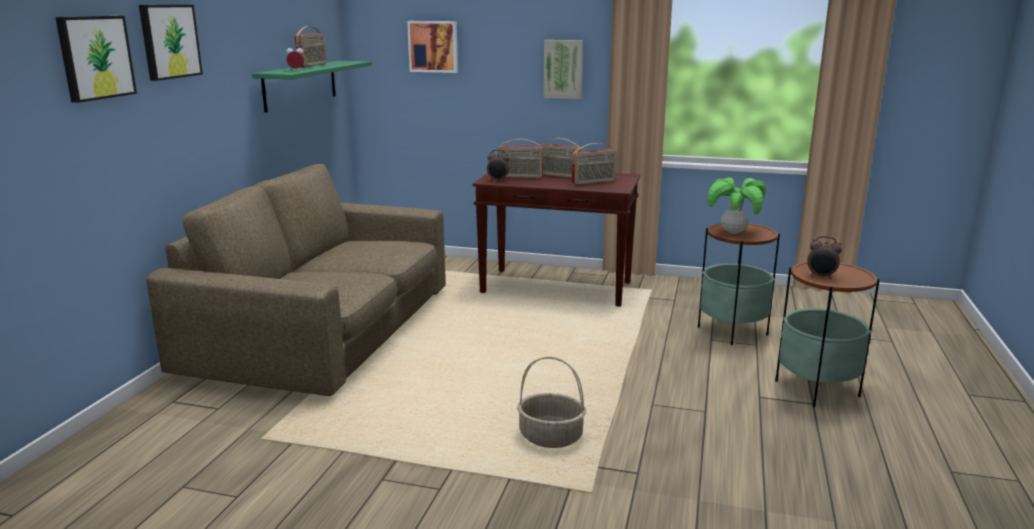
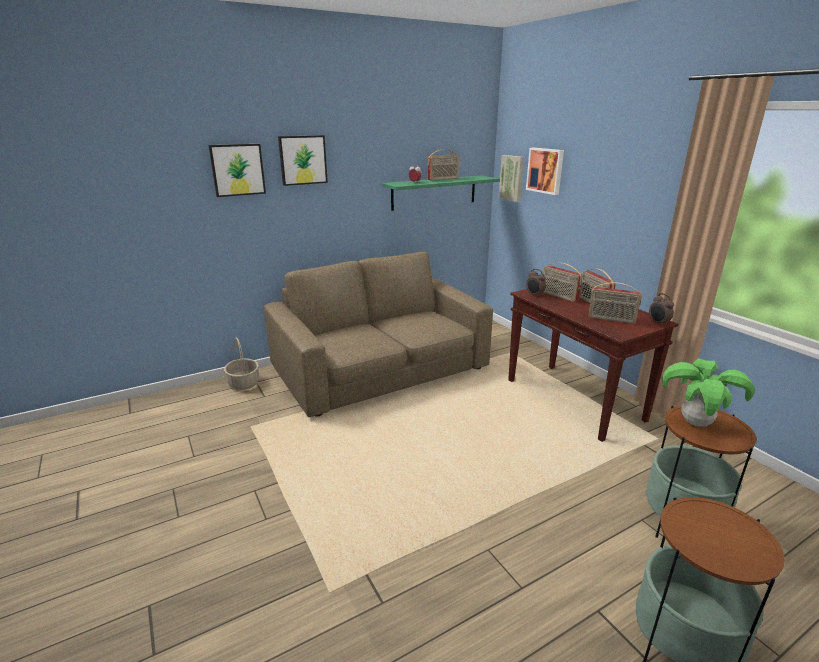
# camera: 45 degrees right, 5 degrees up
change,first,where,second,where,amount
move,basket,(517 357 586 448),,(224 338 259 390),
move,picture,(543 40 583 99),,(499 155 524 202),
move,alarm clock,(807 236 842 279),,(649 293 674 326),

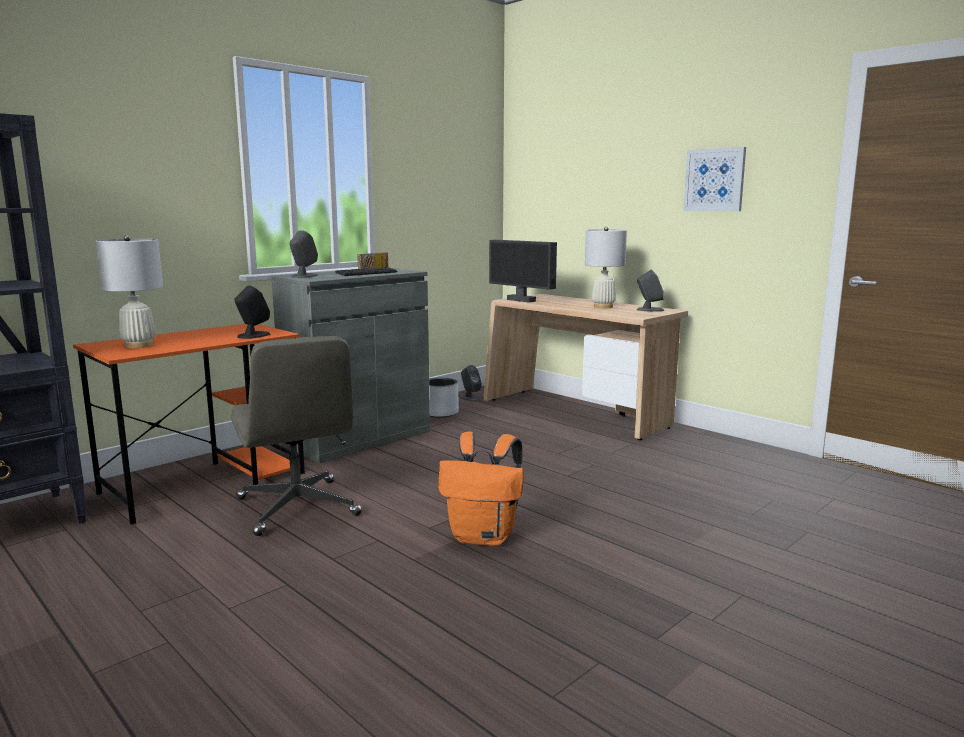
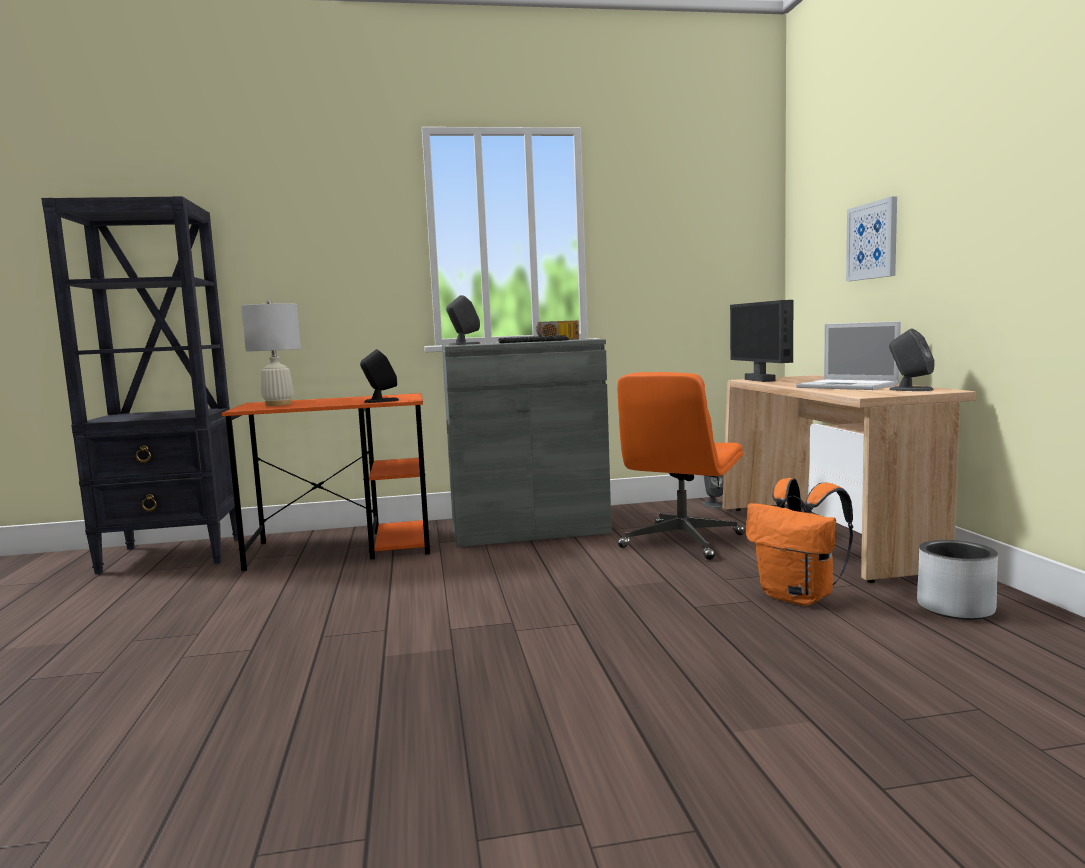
# camera: 35 degrees right, 5 degrees down
change,first,where,second,where,amount
insert,,,office chair (orange),(617 372 745 560),
move,backpack (orange),(439 432 524 546),,(746 478 853 606),
replace,table lamp (white),(585 227 627 308),laptop,(796 321 901 390),
move,picture,(683 147 746 211),,(846 196 897 281),
move,planter (grey),(429 378 459 418),,(917 540 998 620),
delete,office chair (grey),(231 336 362 536),,,

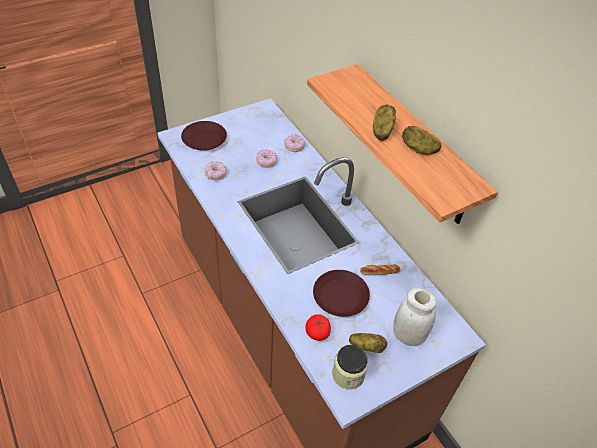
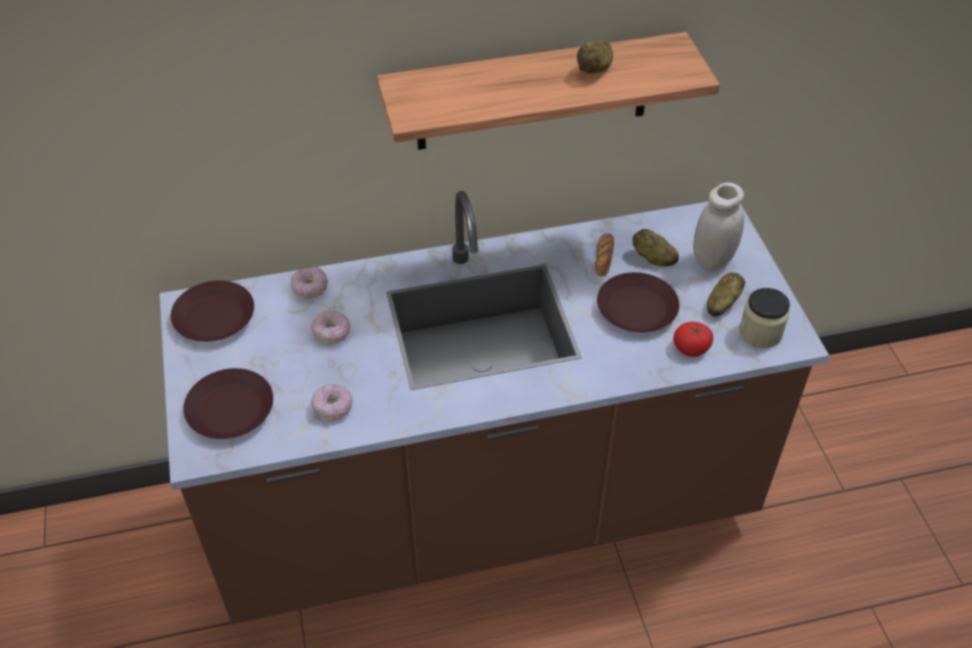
# camera: 70 degrees left, 0 degrees up
change,first,where,second,where,amount
insert,,,plate (brown),(171 281 254 342),
move,potato,(373 105 396 141),,(633 229 679 267),

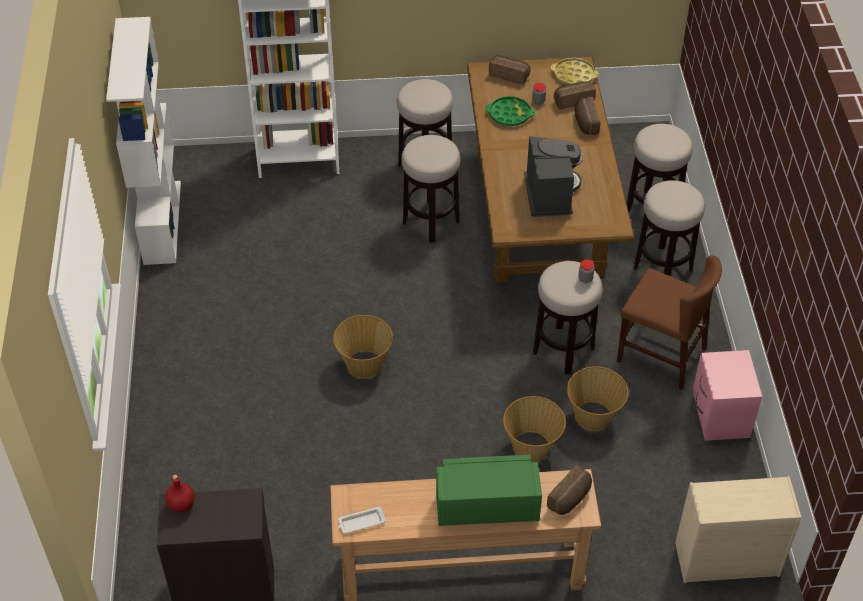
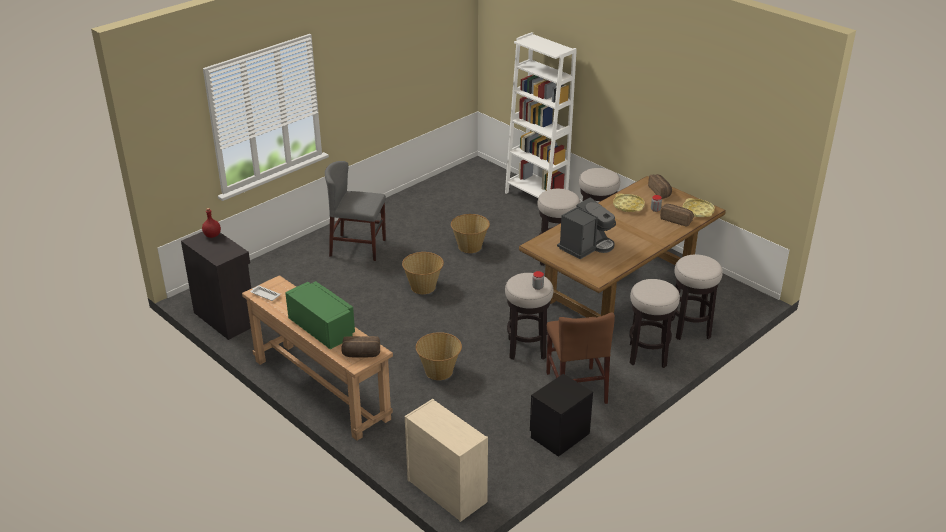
# camera: 50 degrees right, 15 degrees down
change,first,where,second,where,amount
insert,,,chair (grey),(325 161 386 261),
move,basket,(567 366 629 431),,(451 214 490 253),
recolor,nightstand (pink),(693 350 762 441),nightstand (black),(530 374 593 457),
recolor,tray (green),(485 96 535 126),tray (yellow),(613 193 645 212),
delete,bookcase (white),(106 17 181 265),,,
delete,bread,(575 97 601 135),,,

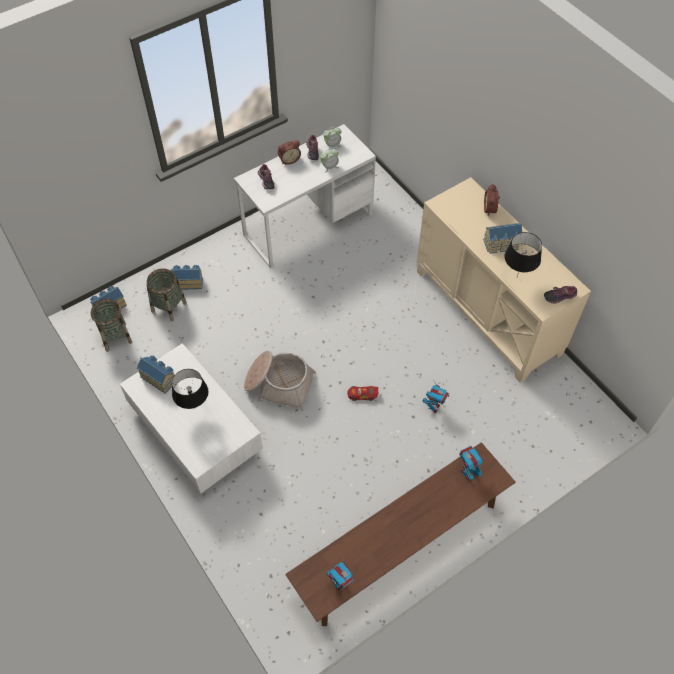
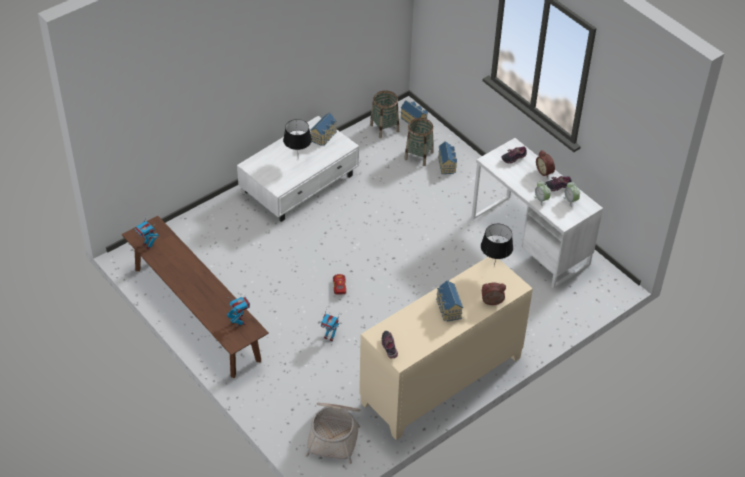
# camera: 85 degrees right, 10 degrees down
change,first,where,second,where,amount
move,basket,(244 351 316 411),,(305 403 361 464),
move,table lamp (black),(505 232 542 277),,(481 224 513 267),

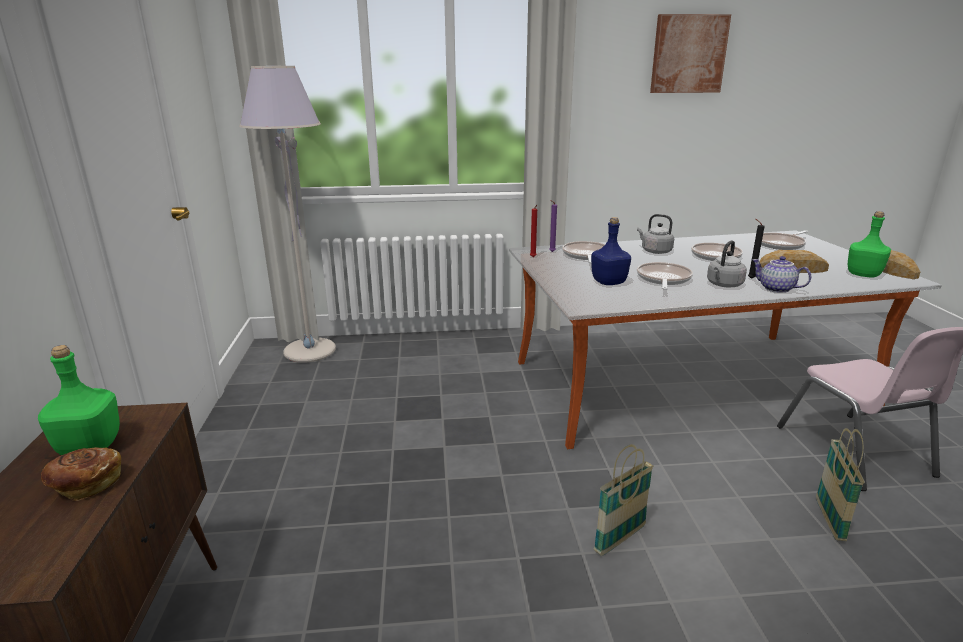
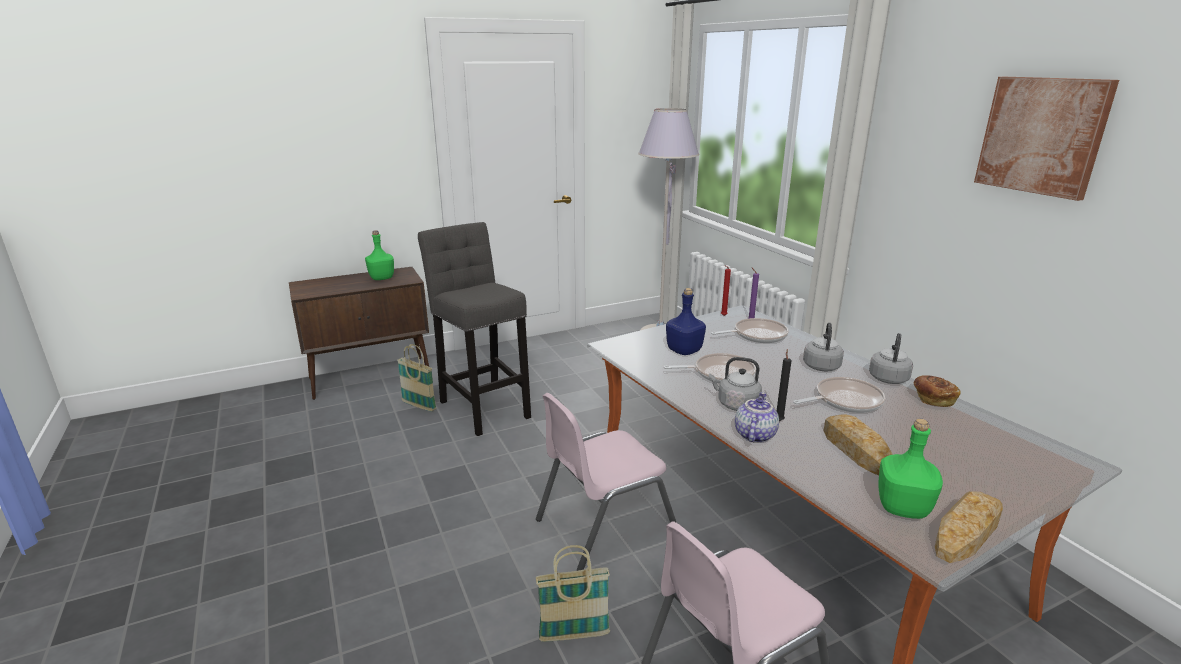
# camera: 70 degrees right, 0 degrees up
change,first,where,second,where,amount
move,basket,(594 444 654 556),,(397 344 436 412),
insert,,,stool (grey),(418 222 531 436),
insert,,,chair (pink),(536 393 677 571),
insert,,,kettle (grey),(869 333 913 384),
move,bread,(41 447 121 501),,(914 375 961 407),
delete,frying pan,(761 230 809 250),,,

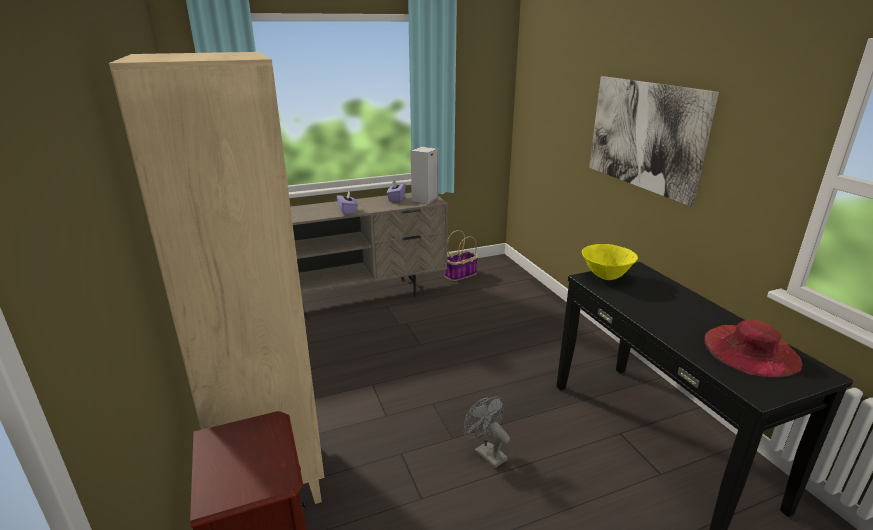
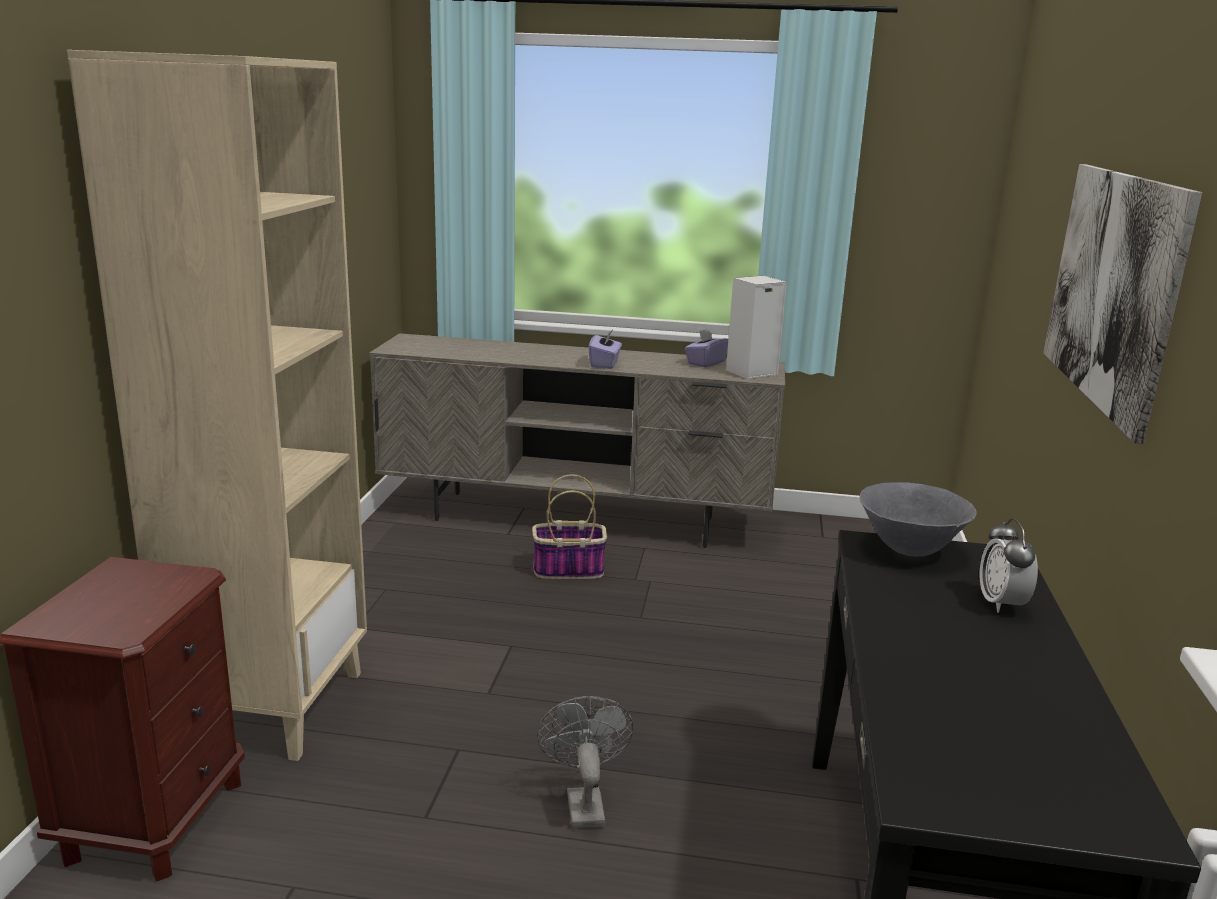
# camera: 30 degrees right, 5 degrees down
change,first,where,second,where,amount
move,basket,(444 230 478 281),,(532 474 607 579),
recolor,bowl (yellow),(582 244 638 280),bowl (grey),(859 482 977 557),
insert,,,alarm clock,(980 518 1038 613),
delete,hat (red),(704 320 803 377),,,

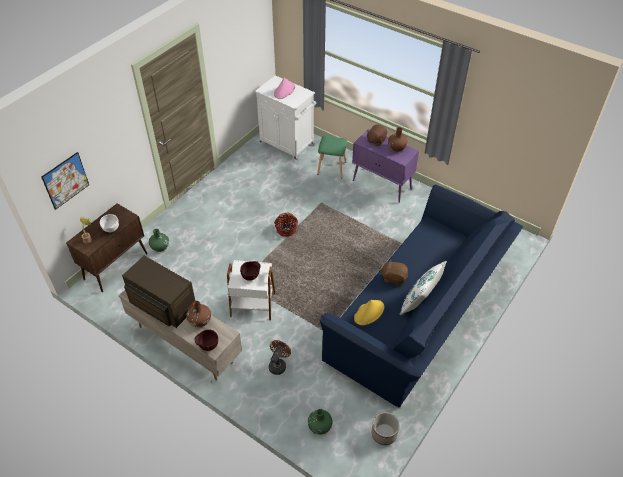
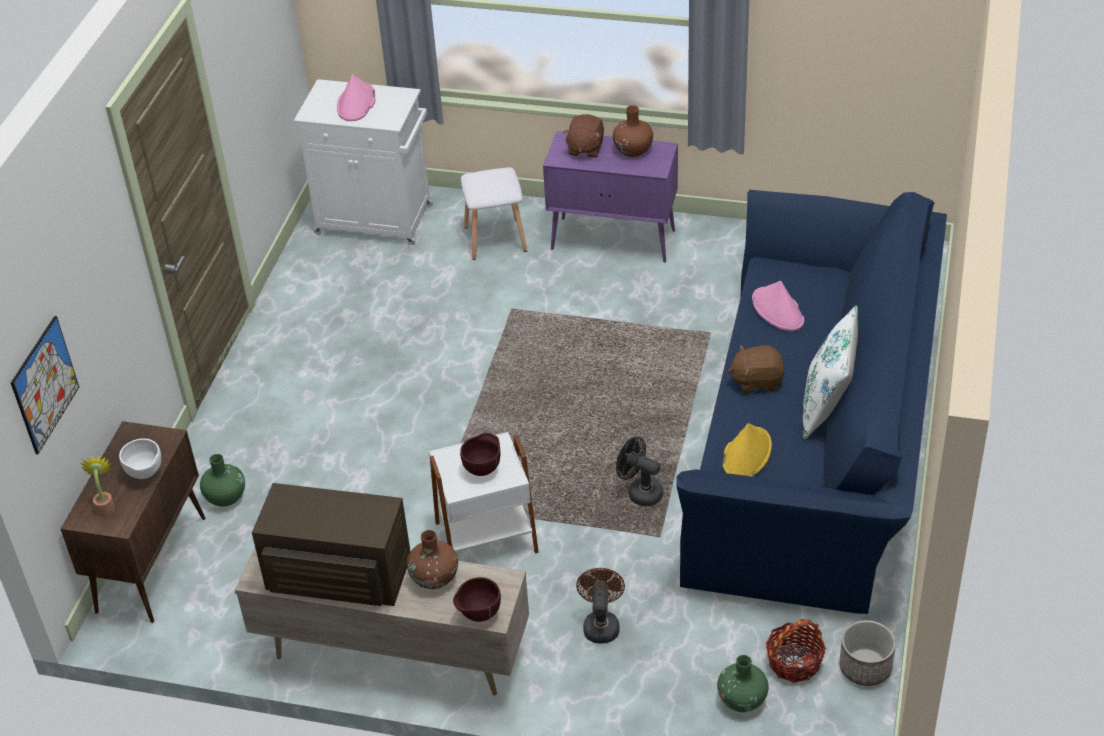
# camera: 20 degrees left, 5 degrees down
change,first,where,second,where,amount
recolor,stool (green),(317 136 347 178),stool (white),(461 167 527 260),
insert,,,fan (black),(616 437 663 506),
insert,,,hat (pink),(752 281 804 331),
move,basket,(274 213 298 237),,(766 619 826 683),

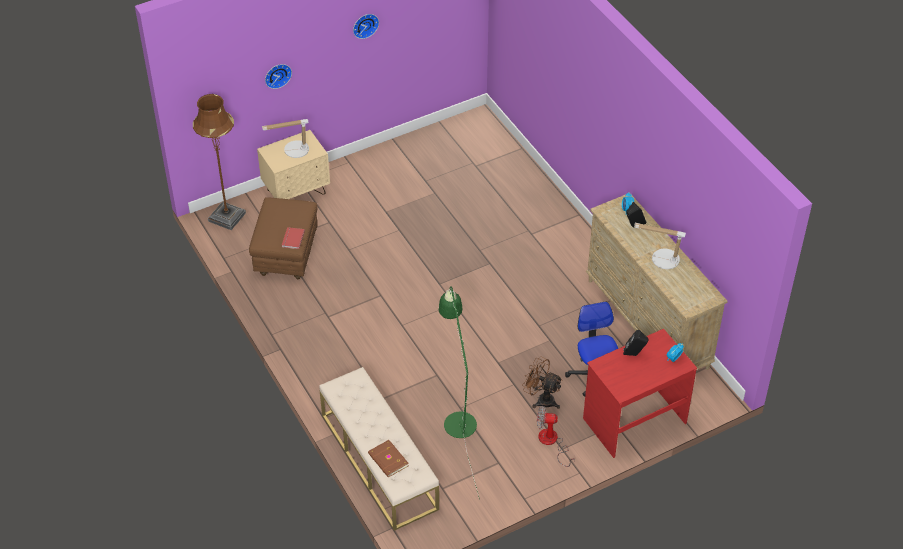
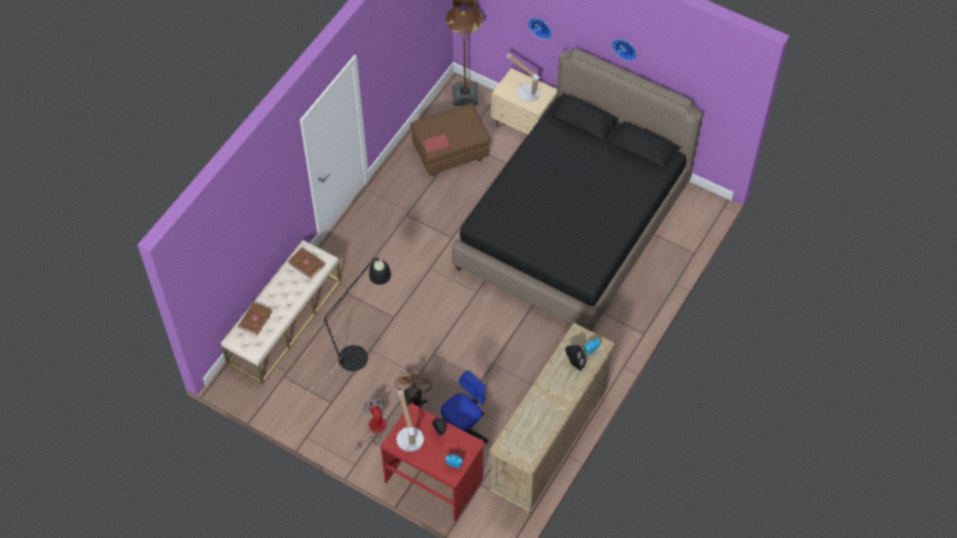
# camera: 60 degrees right, 10 degrees up
change,first,where,second,where,amount
insert,,,book (brown),(289 248 325 278),
recolor,floor lamp (green),(439 286 480 499),floor lamp (black),(289 258 391 406),
move,table lamp,(634 223 686 269),,(397 390 424 452),
insert,,,bed (black),(452 48 703 331),

